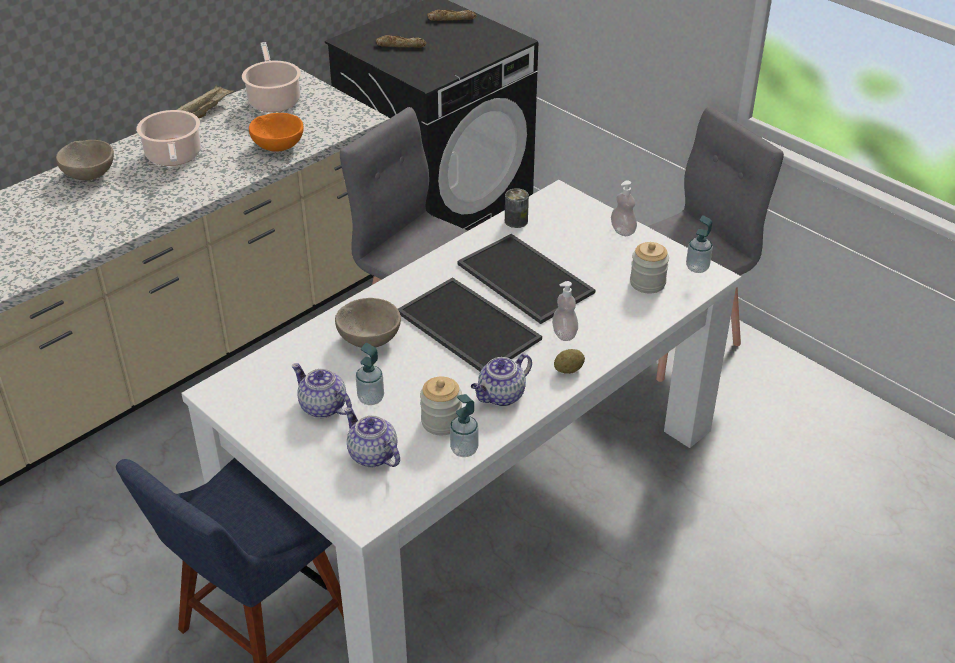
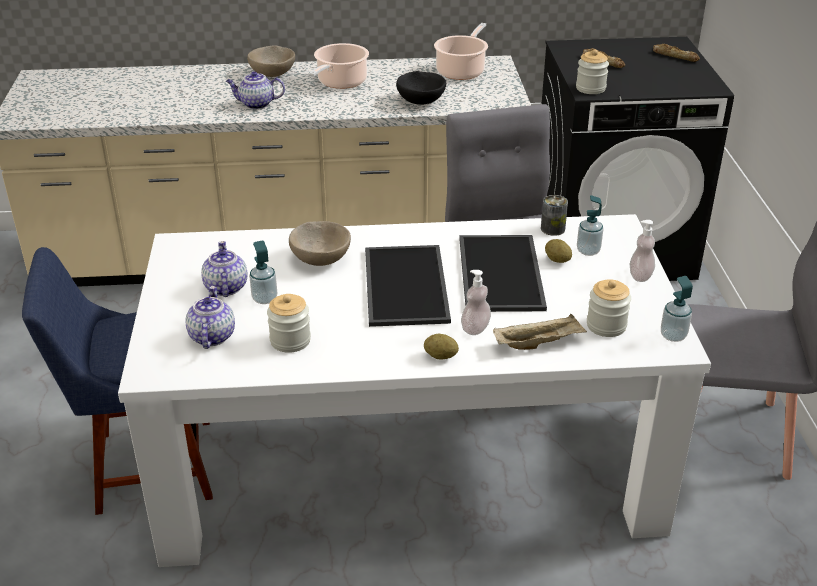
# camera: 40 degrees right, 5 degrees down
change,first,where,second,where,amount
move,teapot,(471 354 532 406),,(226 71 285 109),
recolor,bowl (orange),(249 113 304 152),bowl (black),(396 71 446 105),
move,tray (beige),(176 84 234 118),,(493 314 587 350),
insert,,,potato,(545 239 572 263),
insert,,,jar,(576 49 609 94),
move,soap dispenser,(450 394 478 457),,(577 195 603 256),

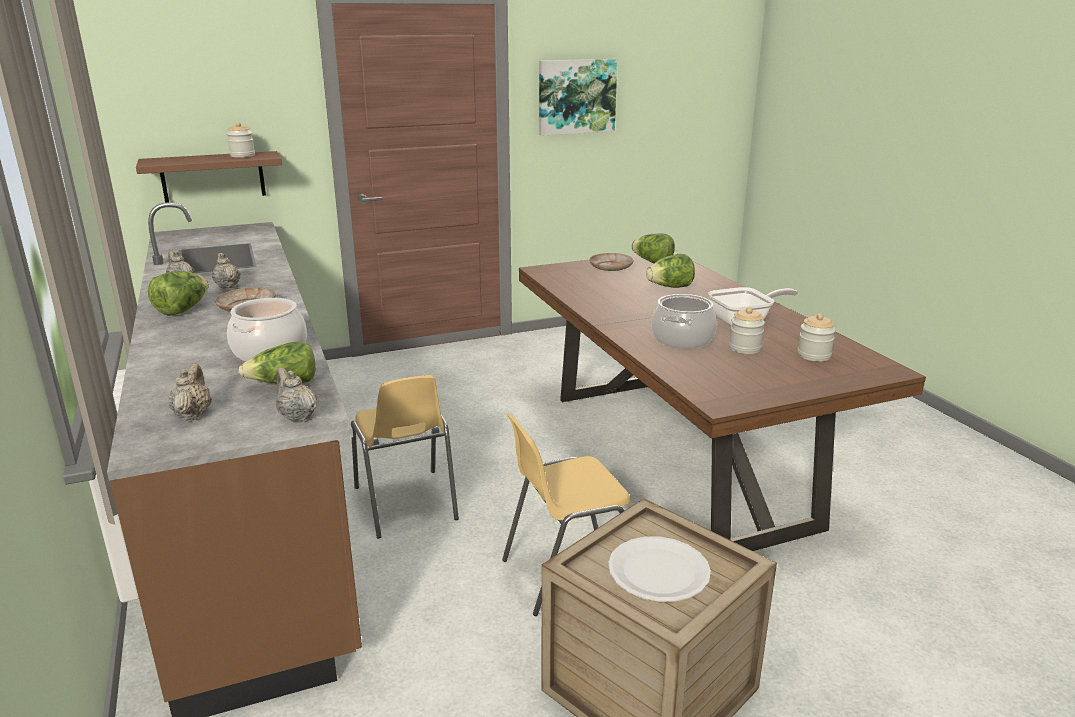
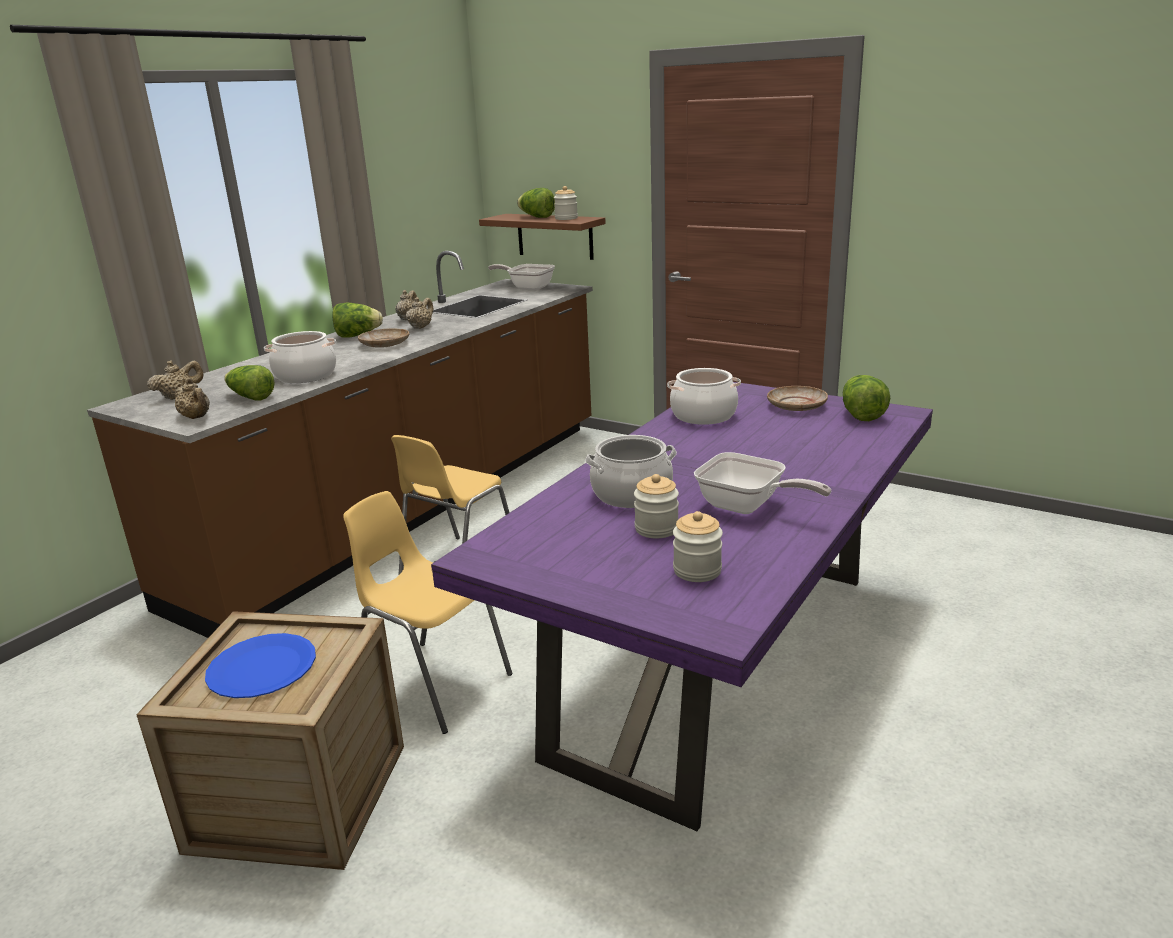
# camera: 55 degrees right, 0 degrees up
change,first,where,second,where,amount
rotate,teapot (beige),(276 367 317 422),,(174 378 210 419),120 degrees clockwise
recolor,plate (white),(608 536 711 602),plate (blue),(205 633 316 698),
recolor,dining table (brown),(519 252 926 551),dining table (purple),(431 382 933 831),
insert,,,frying pan,(488 264 555 290),
move,lettuce,(646 254 695 288),,(517 188 555 218),
insert,,,cooking pot,(667 368 741 425),
delete,picture,(539 59 617 136),,,

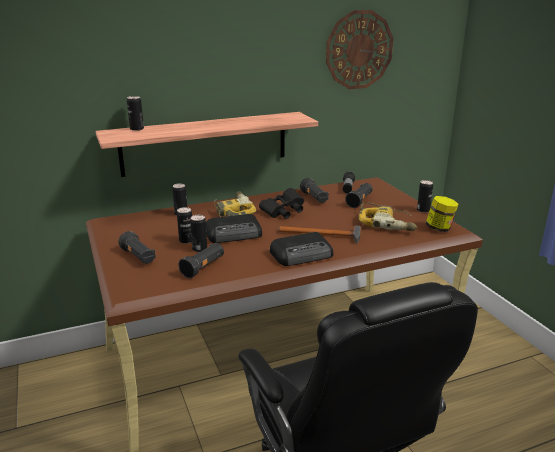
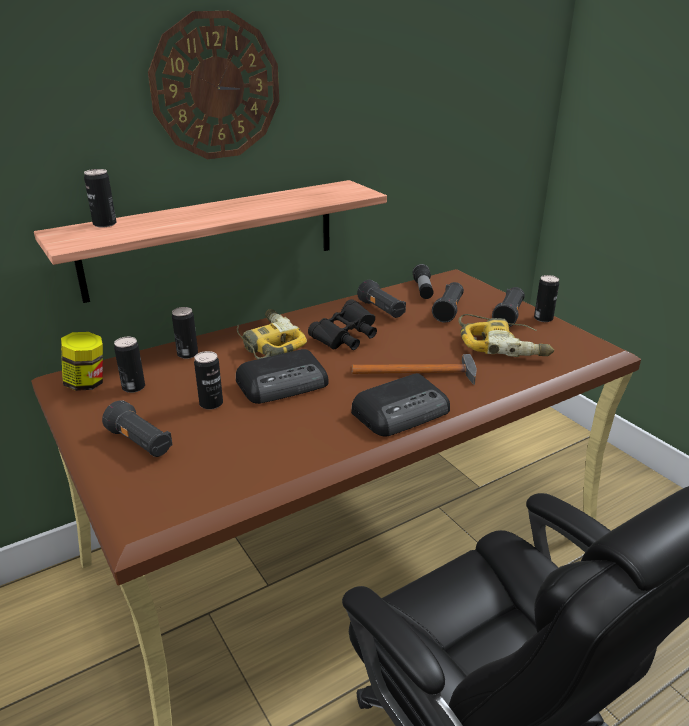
# camera: 10 degrees left, 5 degrees up
change,first,where,second,where,amount
move,jar,(425 196 459 232),,(61 332 103 391),
move,can,(190 215 207 252),,(114 337 145 393),
move,wall clock,(326 10 393 89),,(148 11 279 159),
move,flashlight (black),(178 243 224 278),,(492 287 525 327),

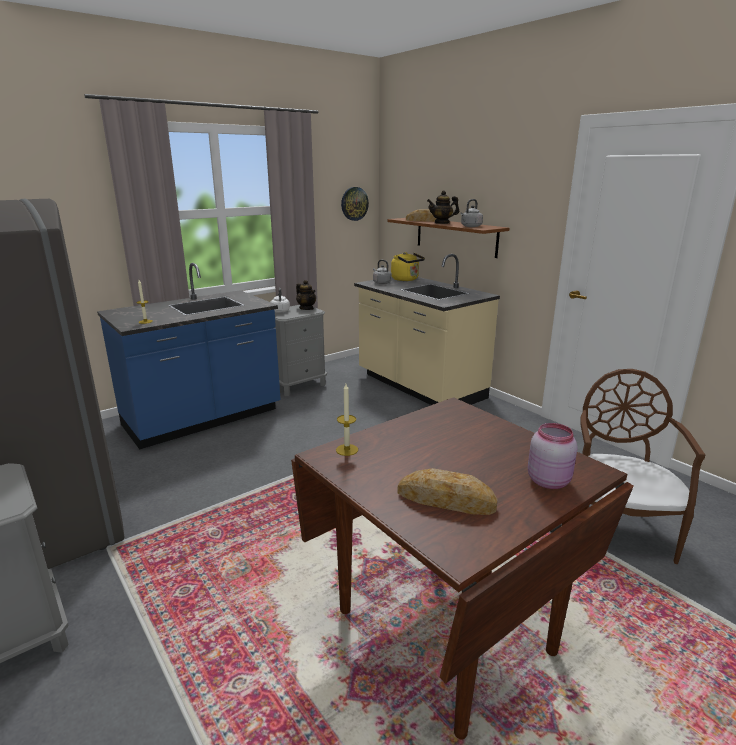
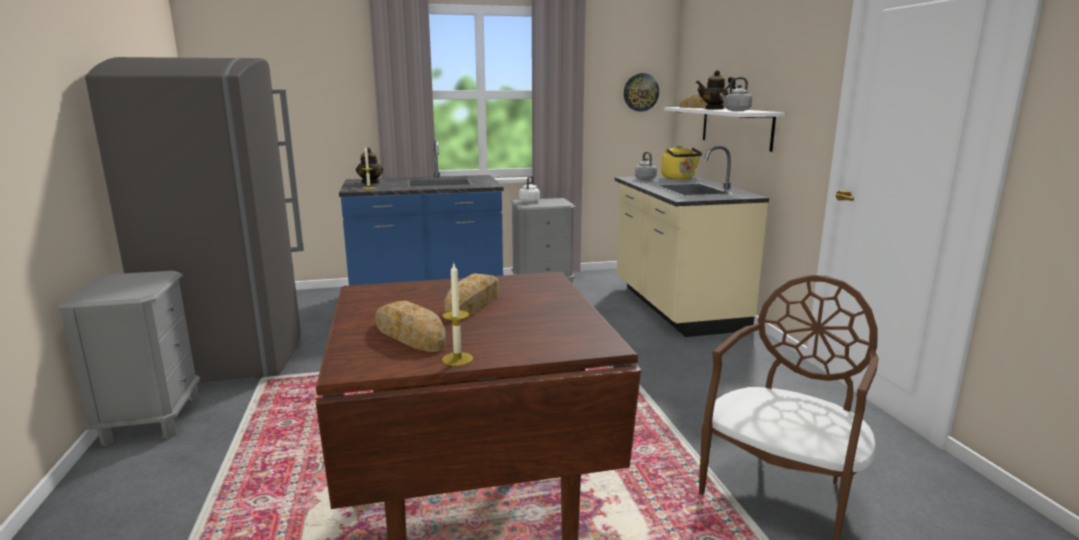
# camera: 25 degrees right, 5 degrees down
change,first,where,second,where,amount
move,teapot,(296 280 316 310),,(356 147 383 184),
move,candle,(336 384 358 456),,(442 264 473 366),
insert,,,bread,(445 273 499 316),
recolor,shelf (brown),(388 218 510 258),shelf (white),(664 107 785 152),
delete,jar (pink),(528 423 578 489),,,

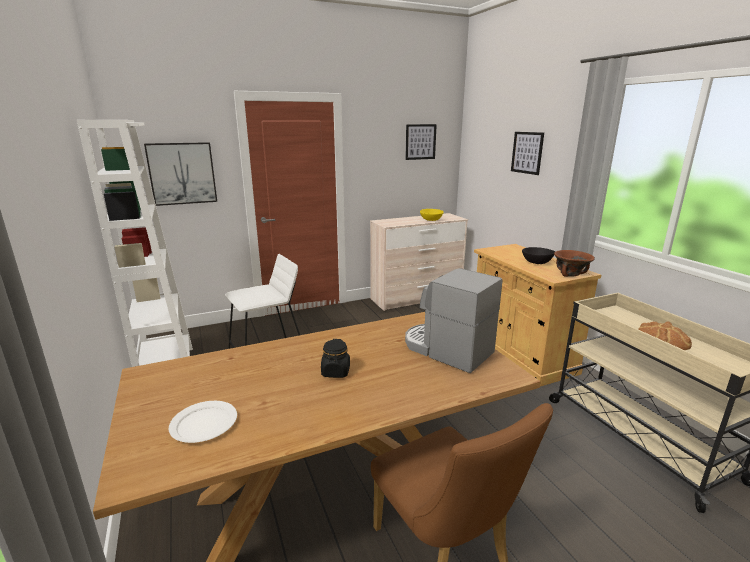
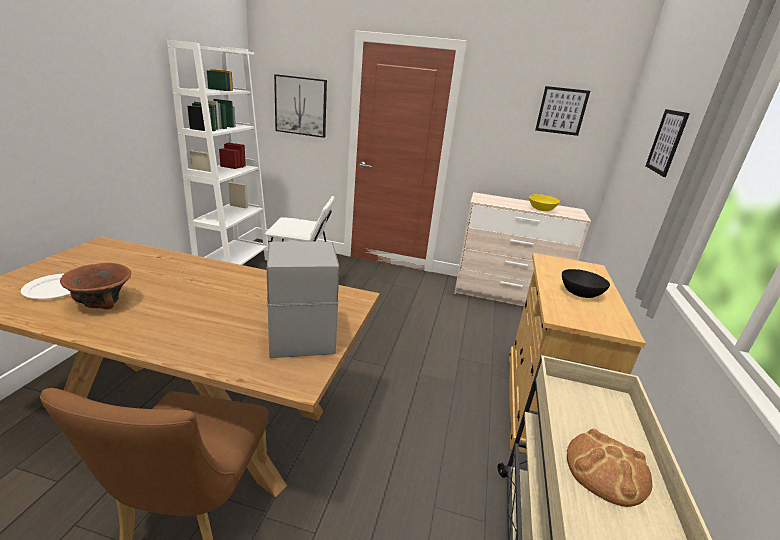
# camera: 35 degrees right, 5 degrees up
change,first,where,second,where,amount
move,bowl (brown),(554 250 595 277),,(60 263 131 310),
delete,jar (black),(321 339 350 378),,,

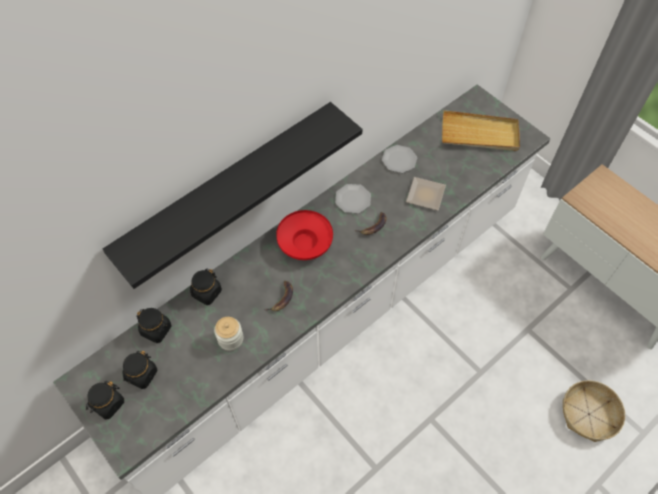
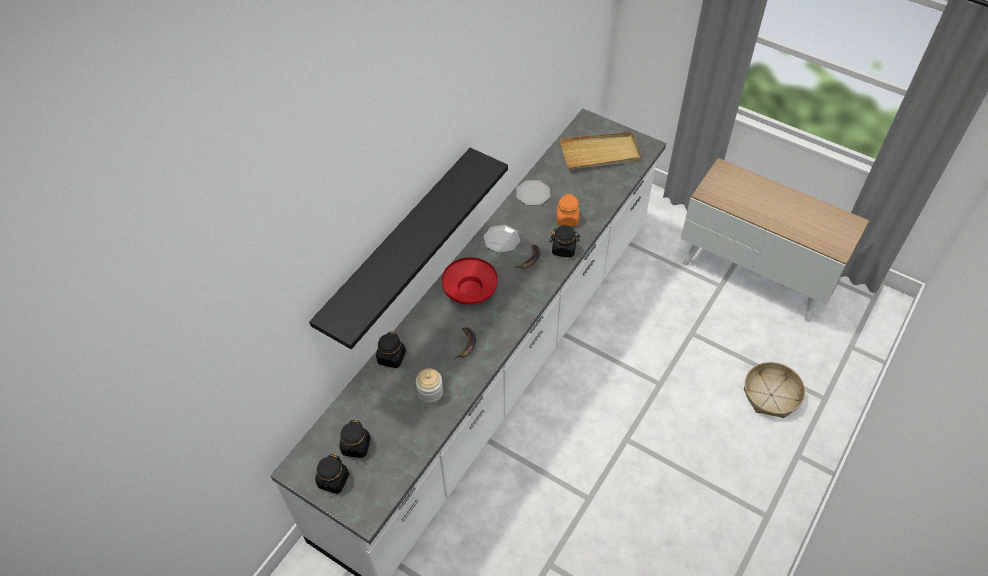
# camera: 15 degrees left, 5 degrees down
change,first,where,second,where,amount
move,jar (black),(137 308 171 343),,(550 225 580 257),
replace,plate,(406 177 446 210),jar (orange),(557 194 579 226),

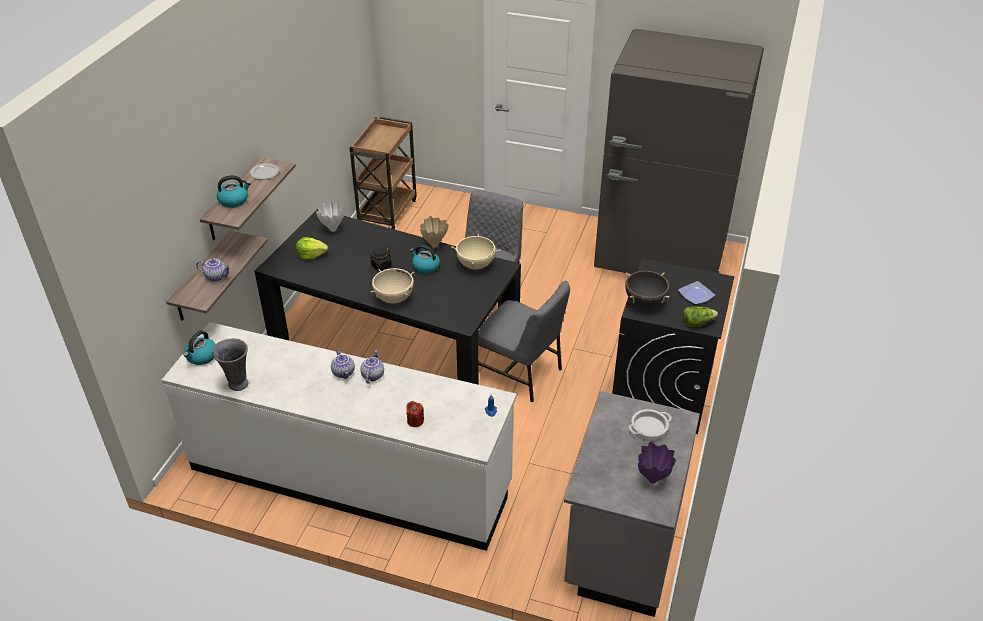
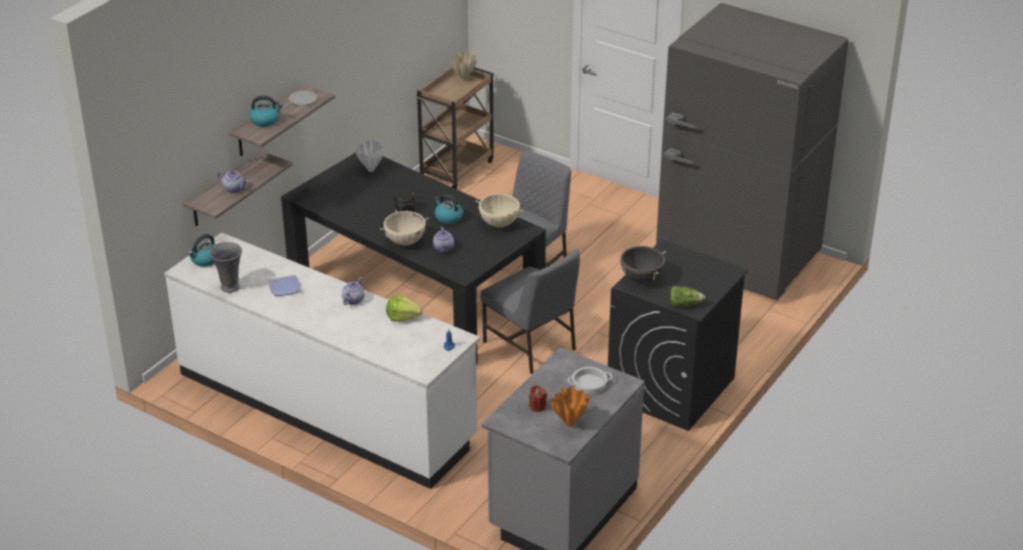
# camera: 15 degrees right, 5 degrees down
change,first,where,second,where,amount
move,plate,(678 281 715 305),,(269 275 301 296),
move,lettuce,(296 237 328 260),,(386 295 423 322),
move,teapot,(331 349 355 379),,(433 227 454 252),
move,vase (beige),(420 216 449 248),,(450 51 477 81),
move,candle (red),(406 401 424 427),,(529 385 547 412),
recolor,vase (purple),(638 442 676 484),vase (orange),(551 387 590 427),

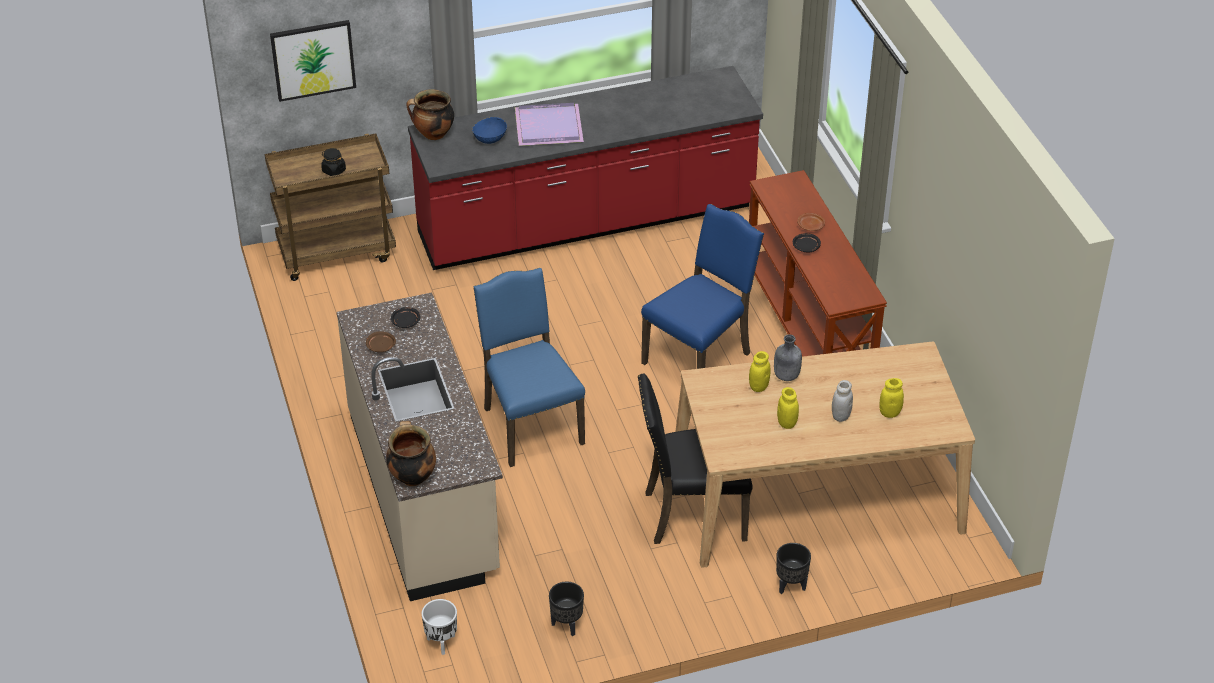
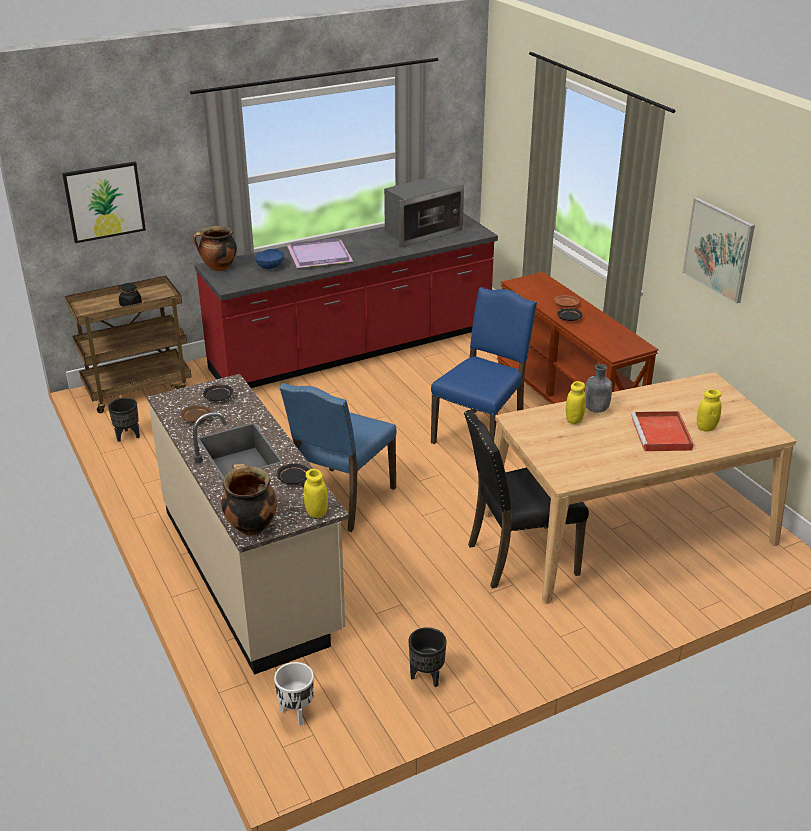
# camera: 10 degrees left, 10 degrees down
change,first,where,second,where,amount
move,planter (black),(776 543 811 594),,(108 398 140 442),
insert,,,plate (black),(276 464 309 485),
rotate,chair (blue),(473 268 585 467),,(279 383 397 532),120 degrees counterclockwise
move,jar (yellow),(777 387 799 429),,(304 469 328 518),
insert,,,microwave,(384 177 464 248),
replace,jar (white),(832 380 853 422),tray (red),(631 411 694 451),
insert,,,picture,(682 197 755 303),

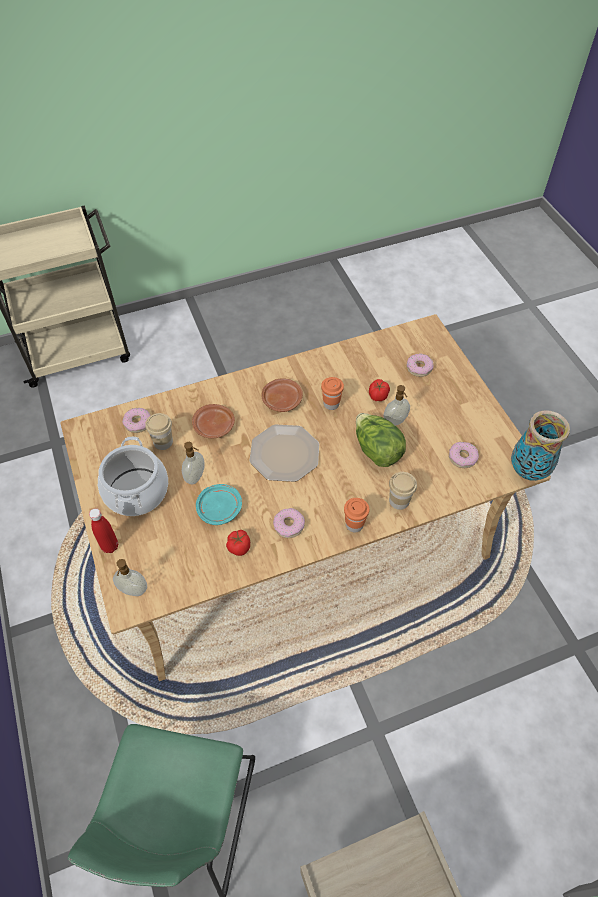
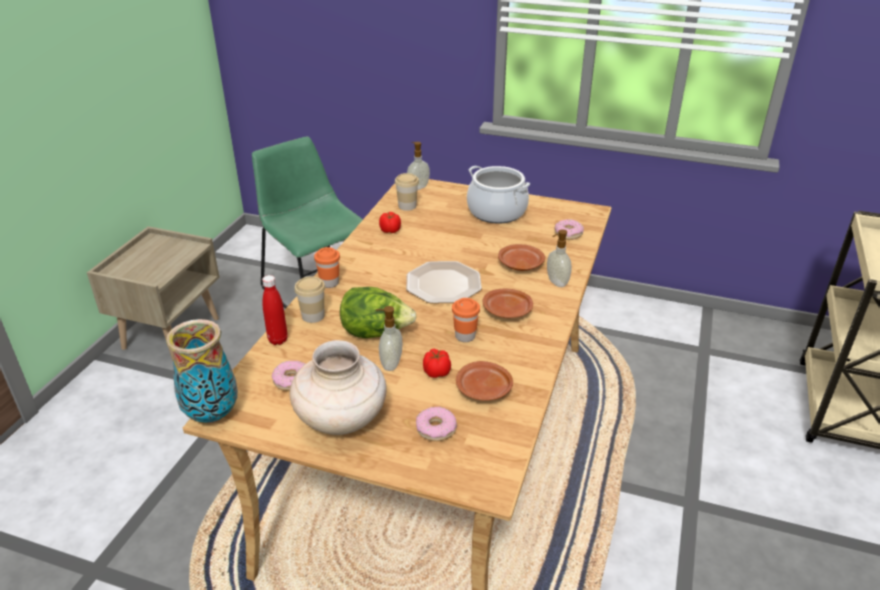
# camera: 130 degrees right, 20 degrees down
change,first,where,second,where,amount
move,bottle (red),(89 508 118 553),,(262 275 288 345),
insert,,,vase (beige),(290 340 386 435),
move,cup,(145 413 173 450),,(395 173 419 211),
insert,,,plate (brown),(456 361 513 401),
move,soap dispenser,(182 442 205 484),,(547 229 572 287),
delete,plate (turquoise),(196 484 242 525),,,
delete,donut,(273 508 305 538),,,

